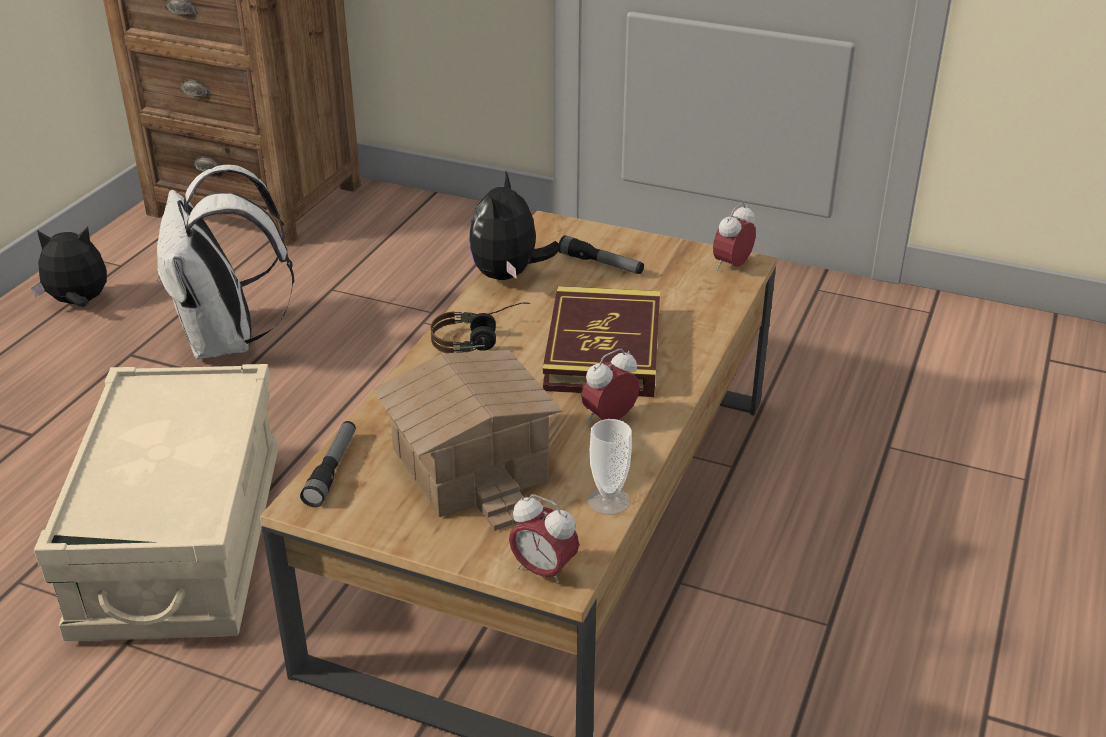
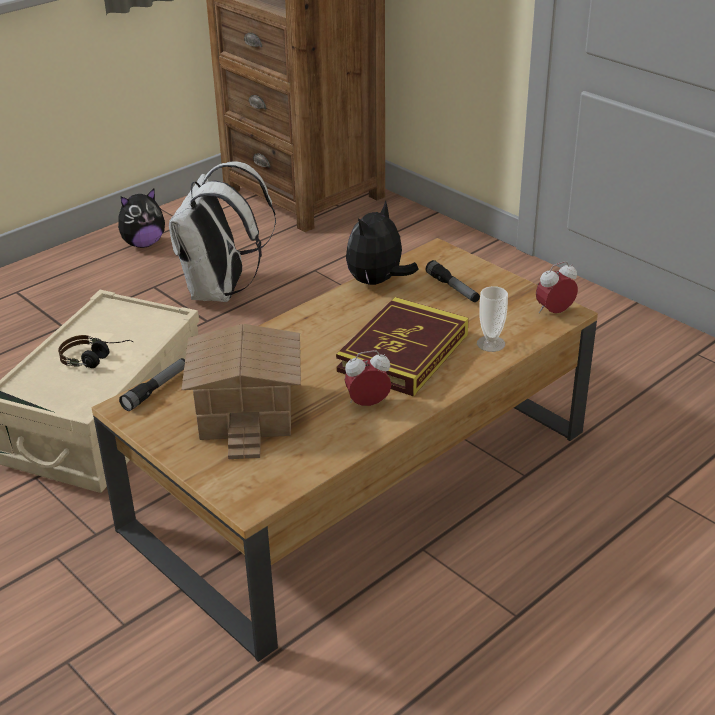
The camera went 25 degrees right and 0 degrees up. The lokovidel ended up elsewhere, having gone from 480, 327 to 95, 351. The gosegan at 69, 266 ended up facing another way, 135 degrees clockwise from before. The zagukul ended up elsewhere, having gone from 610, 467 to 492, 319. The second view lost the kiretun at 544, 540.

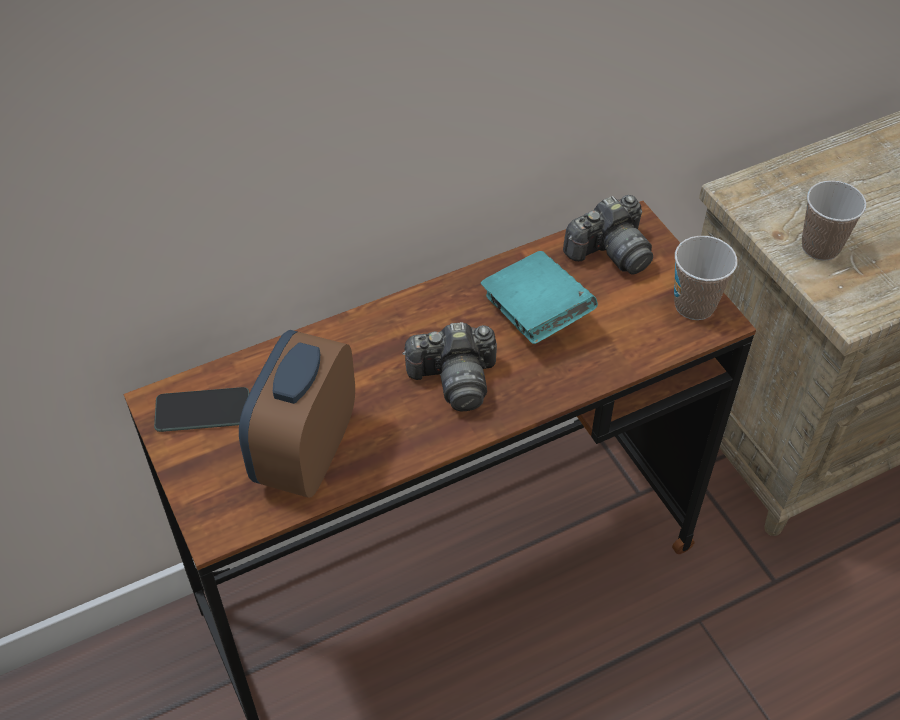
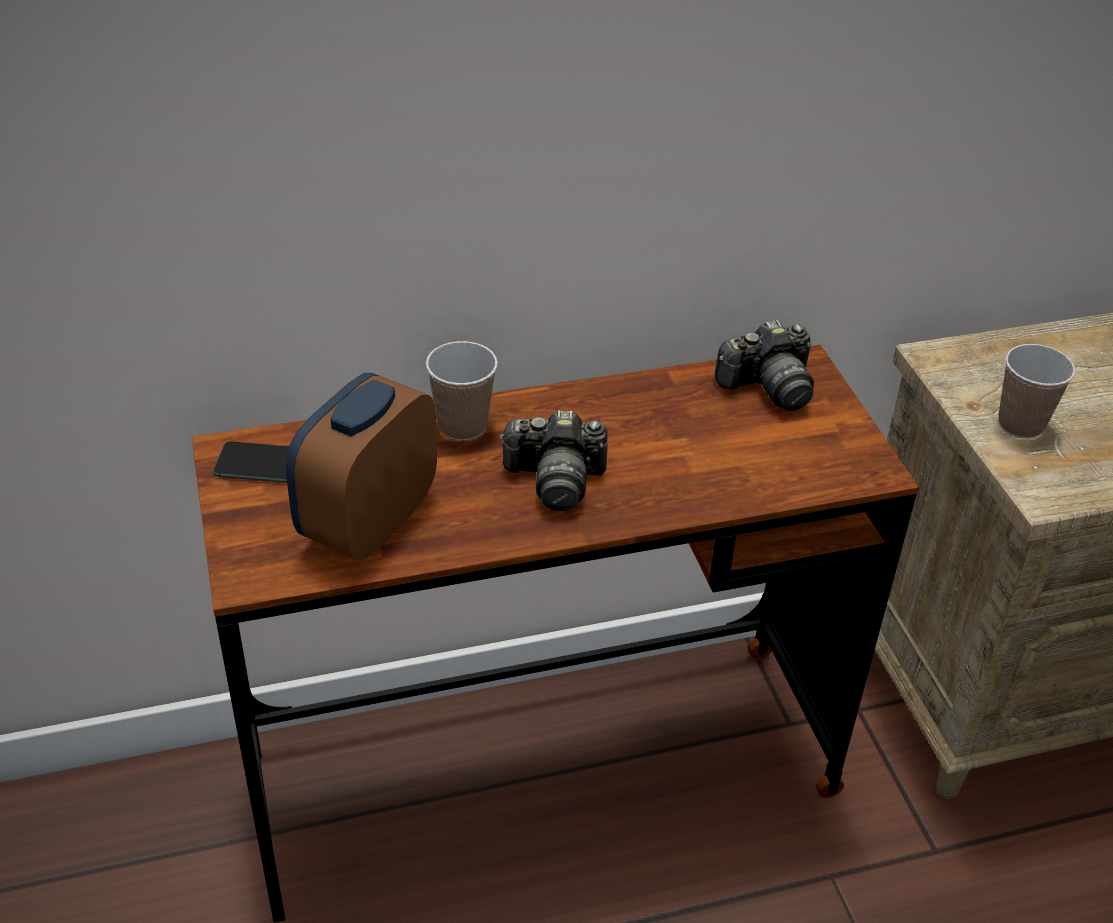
The camera went 10 degrees right and 10 degrees down. The zagukul ended up elsewhere, having gone from 706, 278 to 462, 391. The second view lost the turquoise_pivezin at 539, 297.

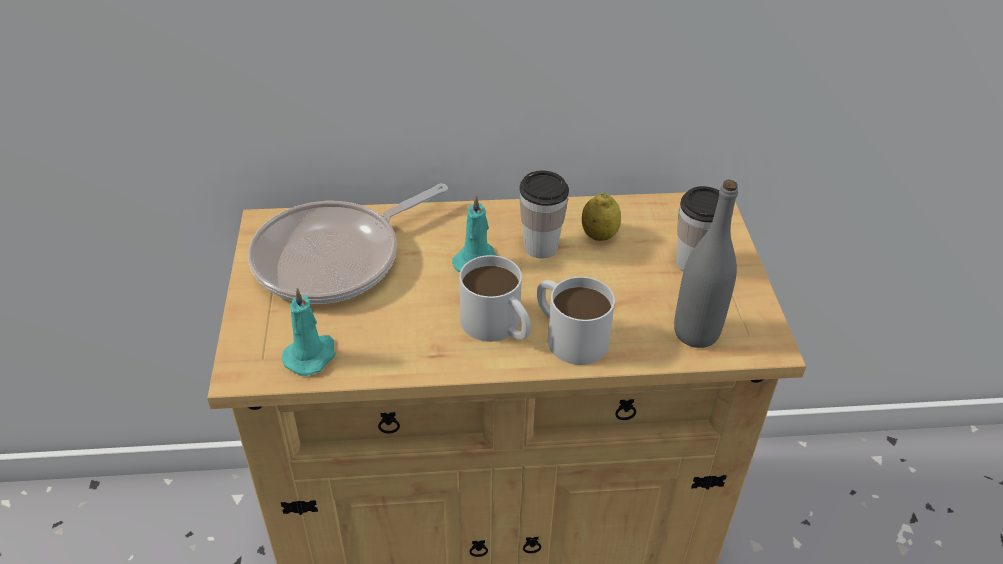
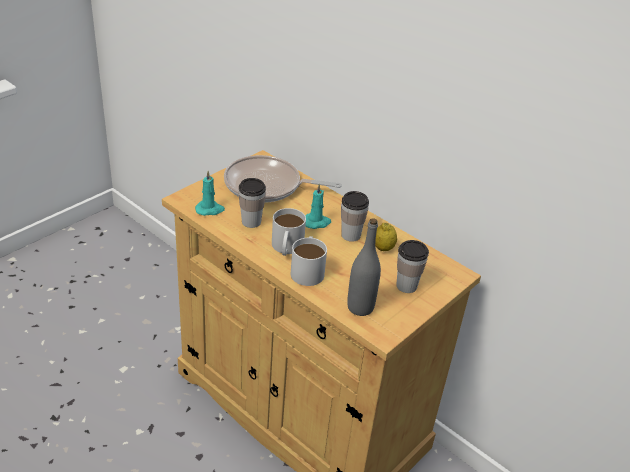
The camera went 45 degrees right and 5 degrees down. The second view gained the zagukul at 252, 203.

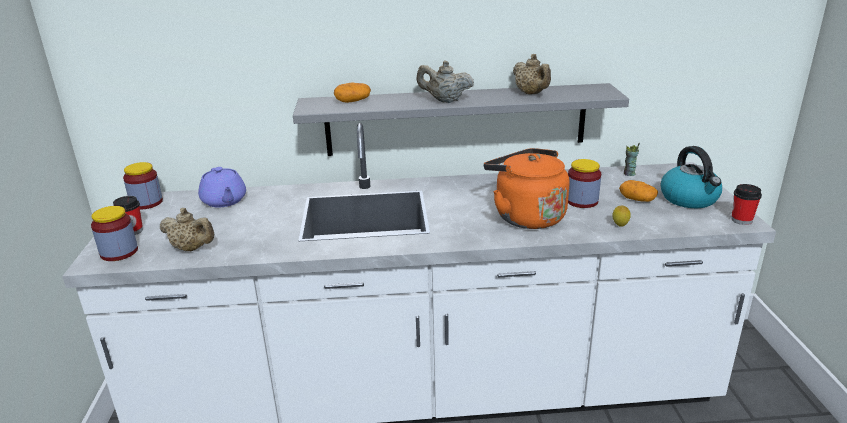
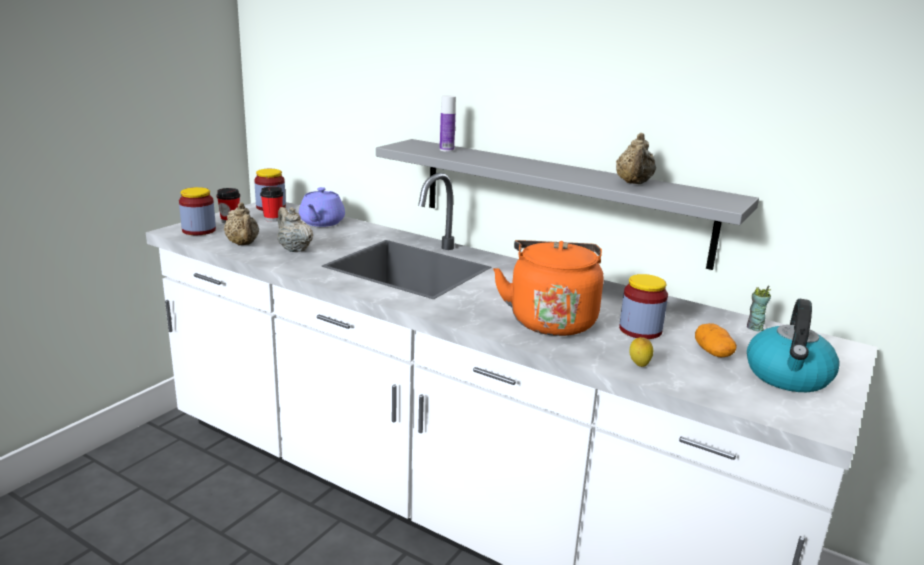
The camera went 35 degrees right and 5 degrees down. The zagukul ended up elsewhere, having gone from 747, 204 to 271, 204. The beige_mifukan ended up elsewhere, having gone from 445, 82 to 295, 229. Where the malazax stood at 352, 93, the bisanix came to stand at 448, 123.

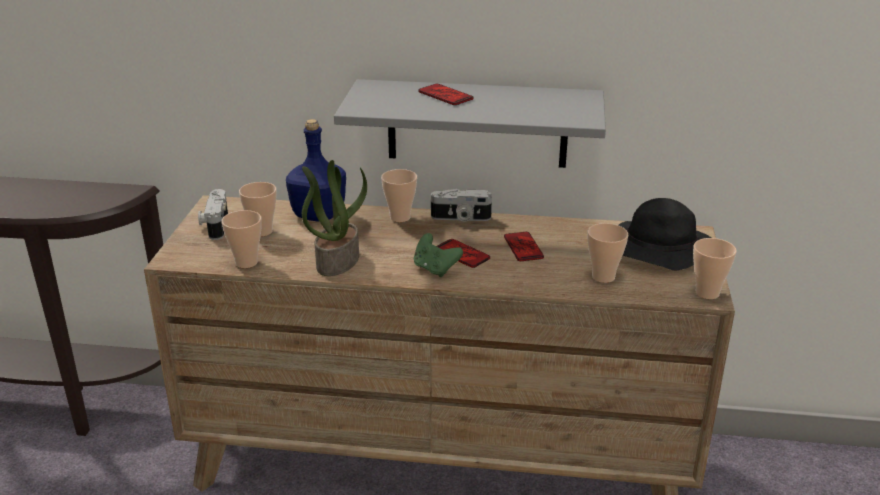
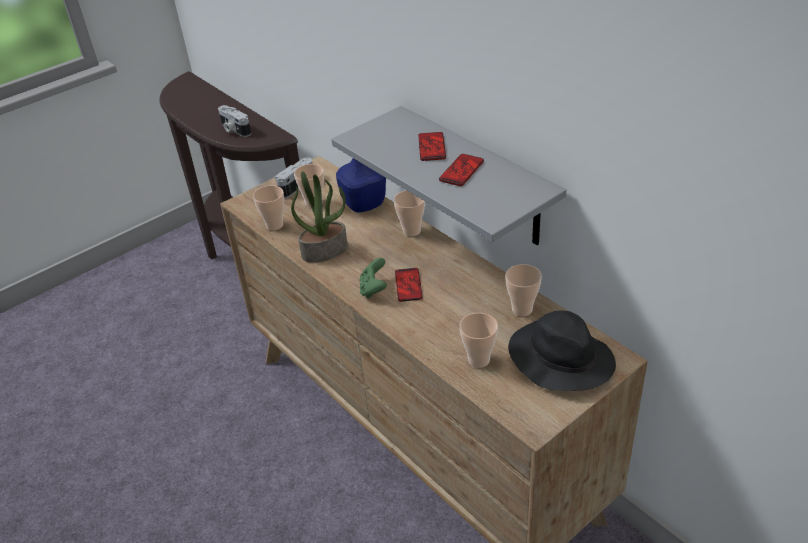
The camera went 45 degrees right and 10 degrees up. The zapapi ended up elsewhere, having gone from 461, 205 to 234, 121. The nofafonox ended up elsewhere, having gone from 524, 246 to 461, 170. The zagukul ended up elsewhere, having gone from 715, 268 to 523, 290.

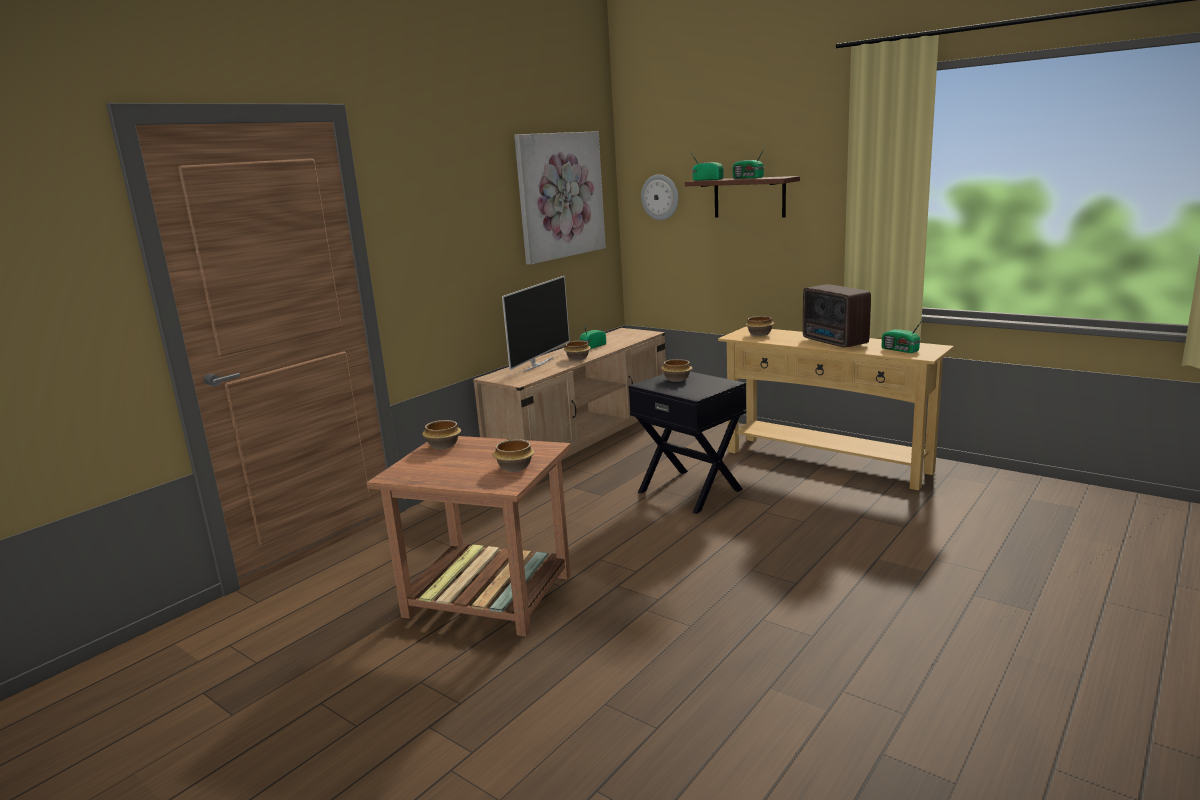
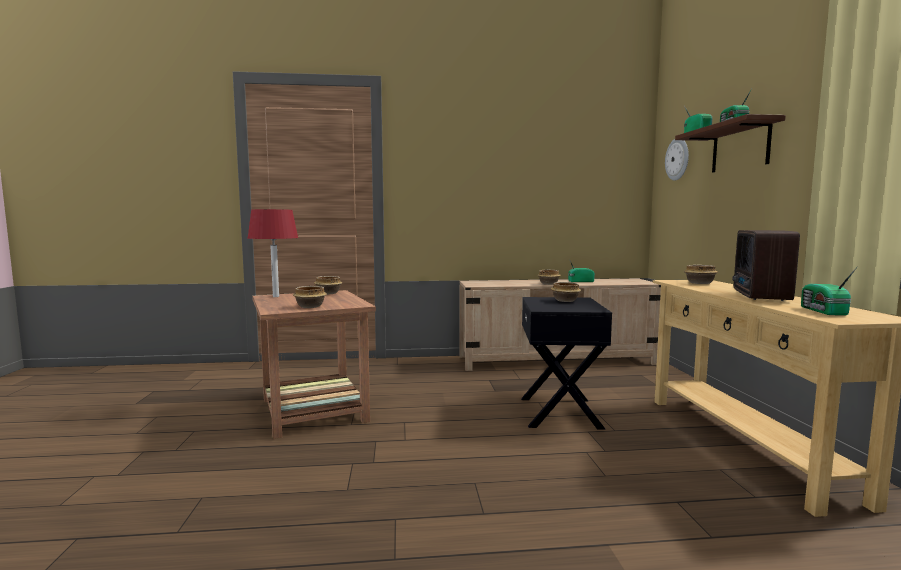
The camera went 45 degrees right and 10 degrees down. The second view gained the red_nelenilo at 273, 253. The second view lost the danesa at 536, 324. The second view lost the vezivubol at 560, 198.

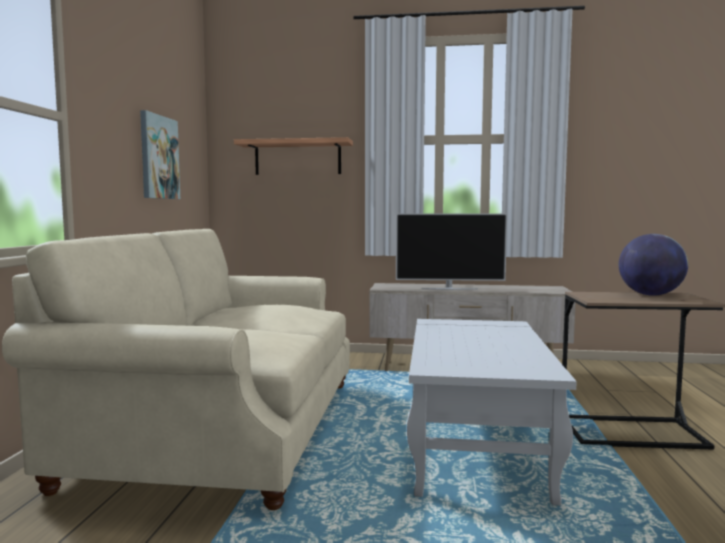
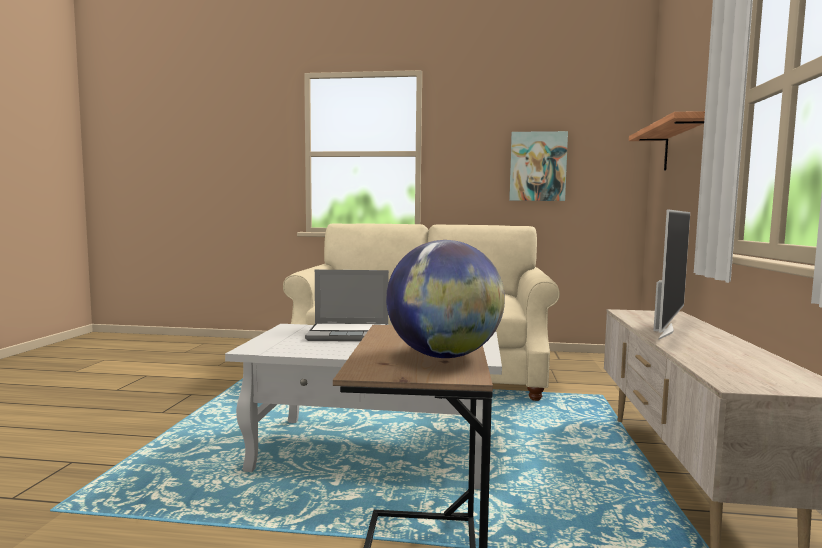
The camera went 90 degrees right and 0 degrees up. The second view gained the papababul at 347, 305. The danesa at 451, 252 ended up facing another way, 150 degrees counterclockwise from before.

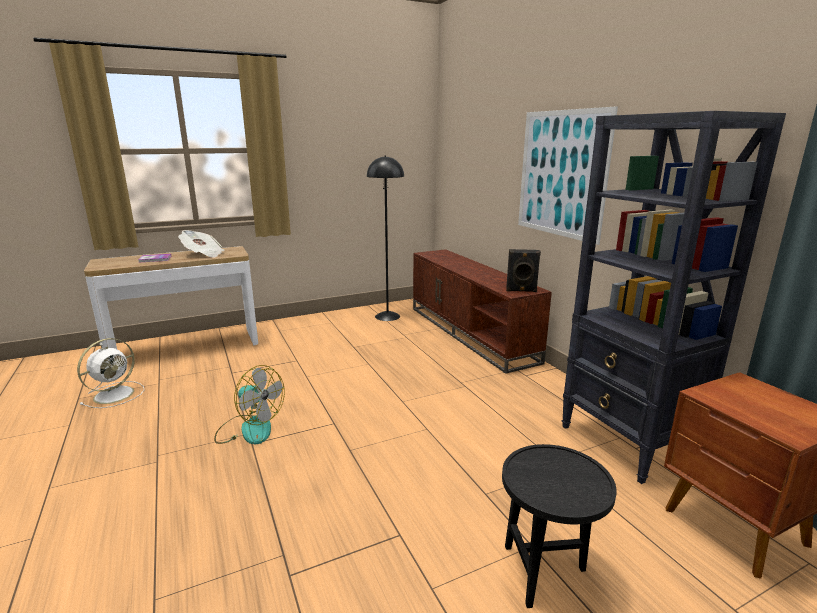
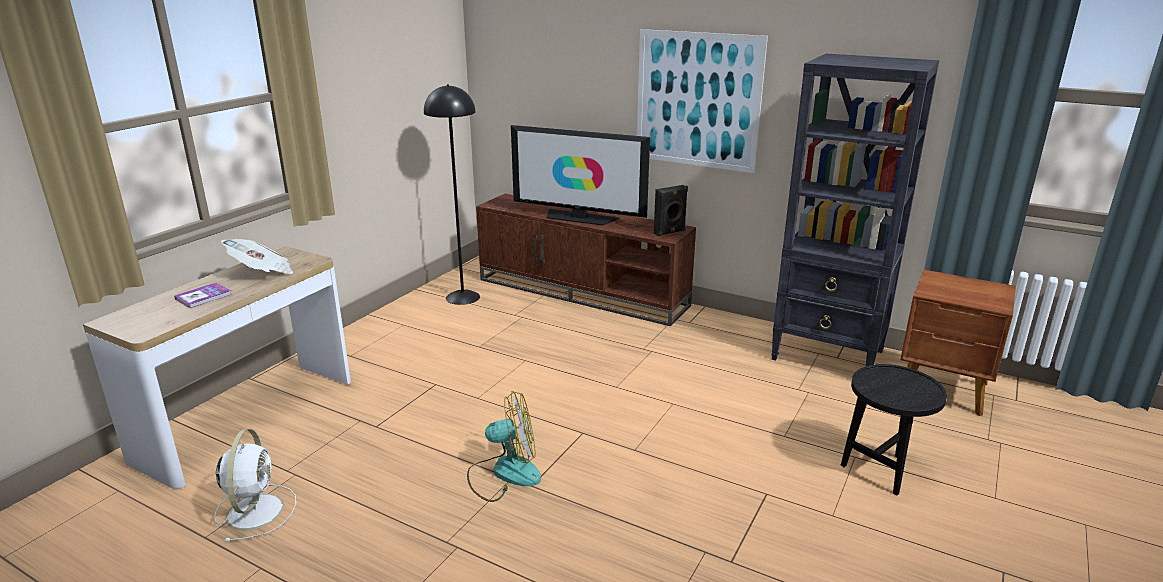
The camera went 35 degrees left and 5 degrees up. The second view gained the danesa at 580, 175.

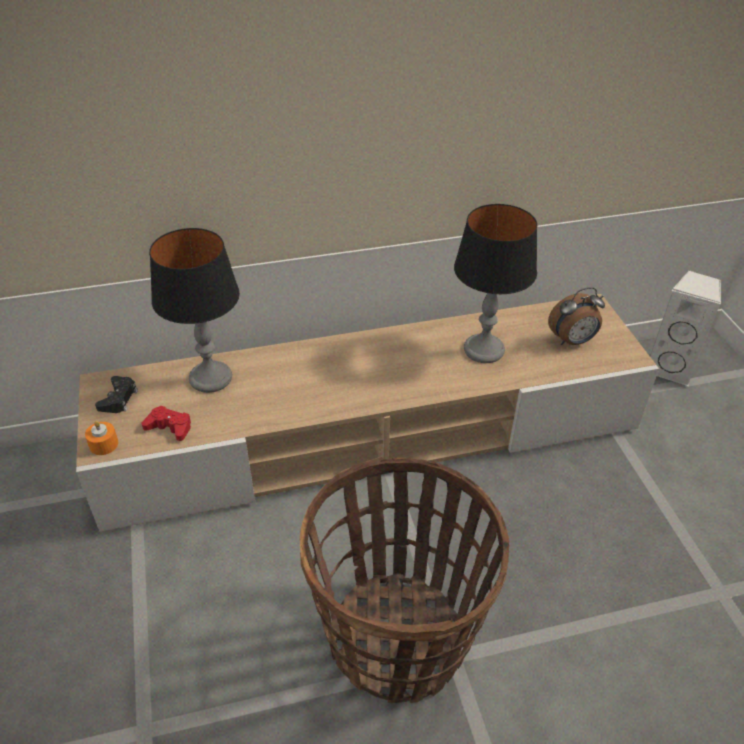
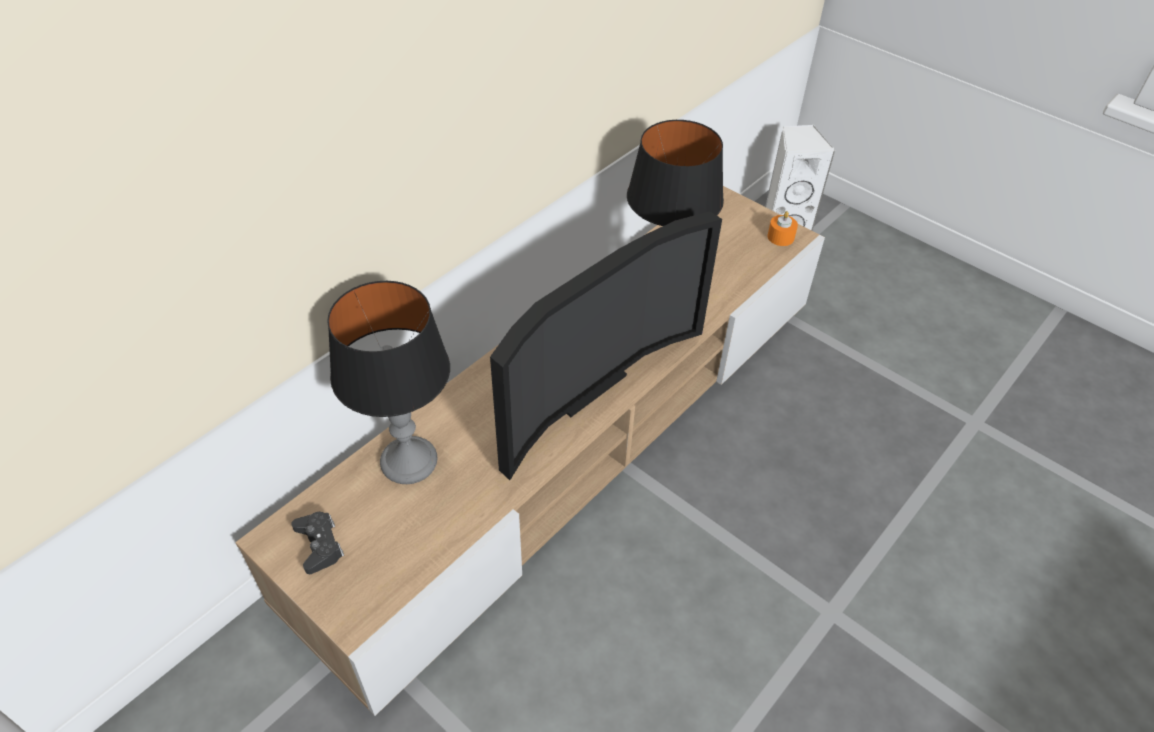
The camera went 35 degrees left and 5 degrees up. The second view gained the danesa at 606, 345. The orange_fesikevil ended up elsewhere, having gone from 101, 438 to 782, 228. The second view lost the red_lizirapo at 166, 423. The second view lost the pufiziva at 404, 579. The second view lost the kiretun at 576, 316.

